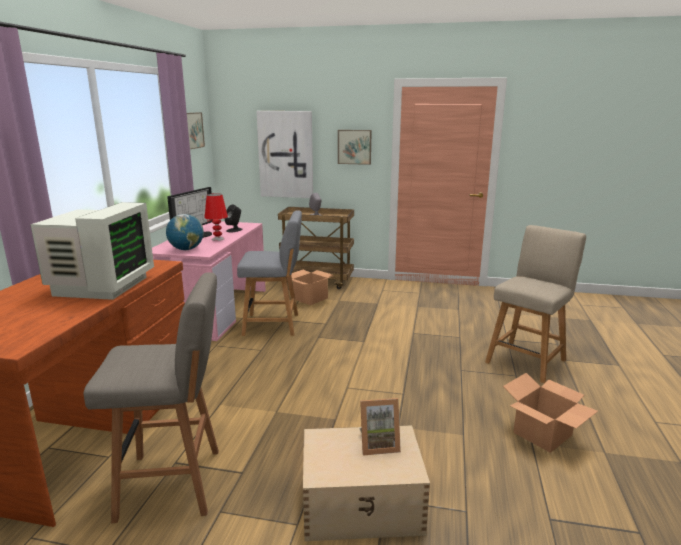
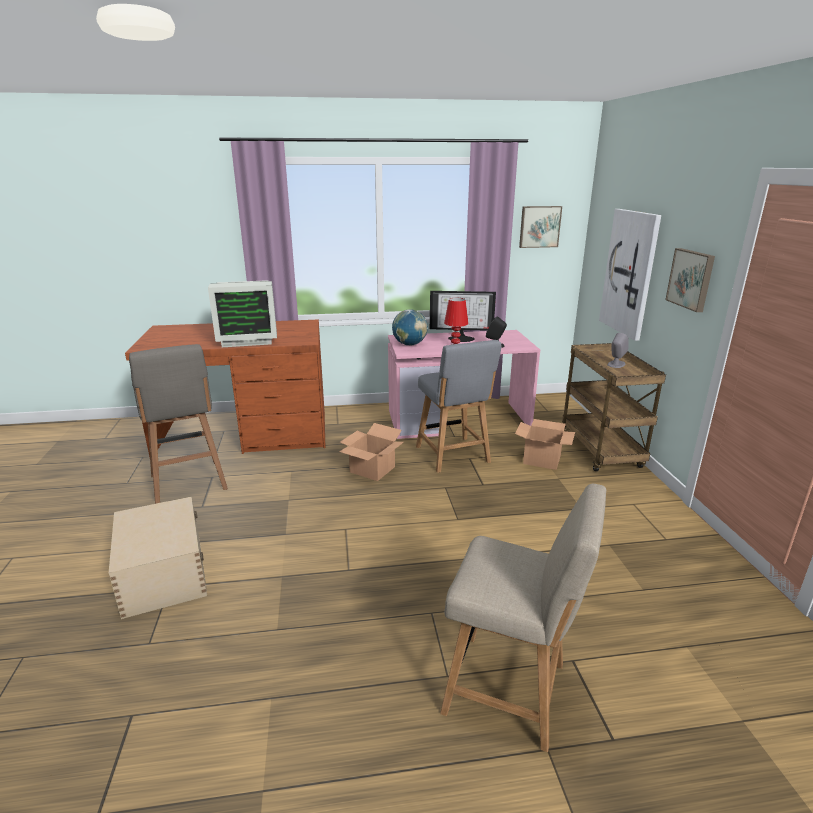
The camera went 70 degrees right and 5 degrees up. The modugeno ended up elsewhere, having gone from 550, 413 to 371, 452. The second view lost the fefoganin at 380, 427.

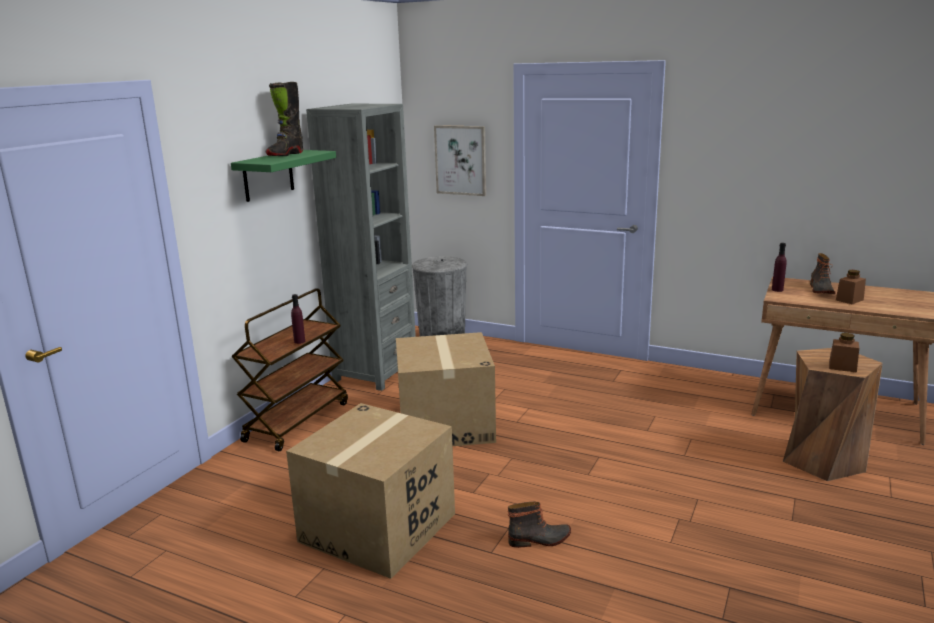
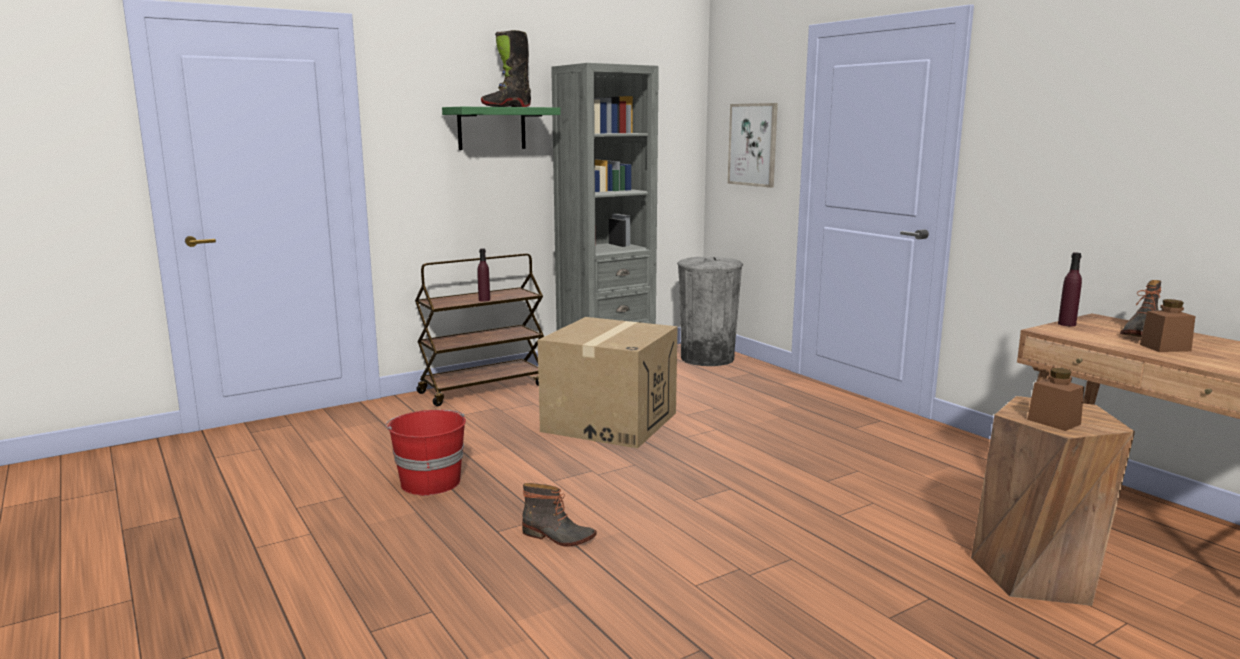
The camera went 30 degrees right and 5 degrees down. Where the modugeno stood at 370, 491, the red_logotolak came to stand at 426, 453.

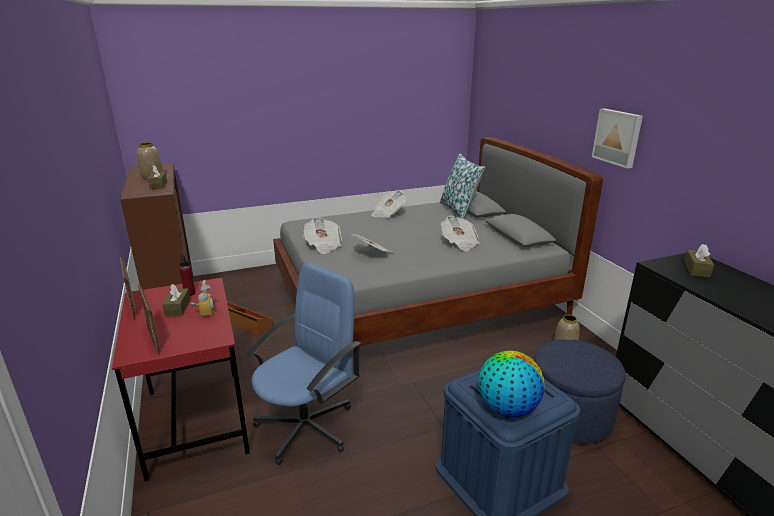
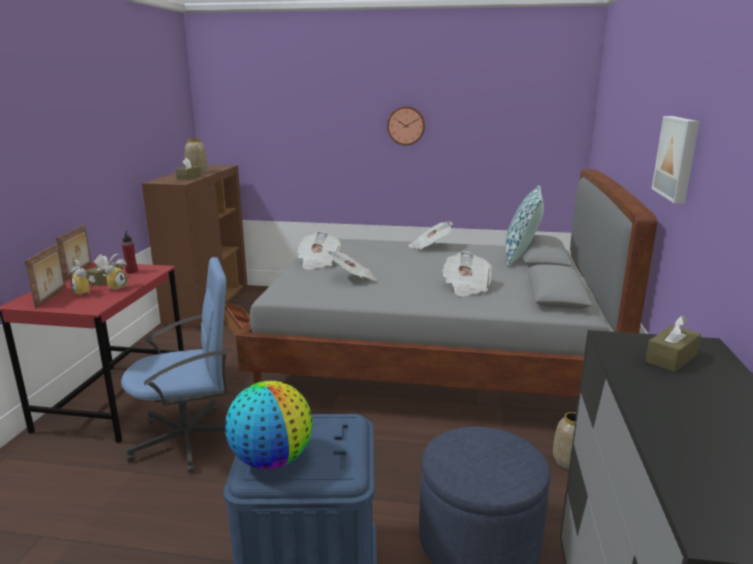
The camera went 30 degrees right and 5 degrees down. The second view gained the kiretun at 83, 278. The second view gained the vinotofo at 406, 126.

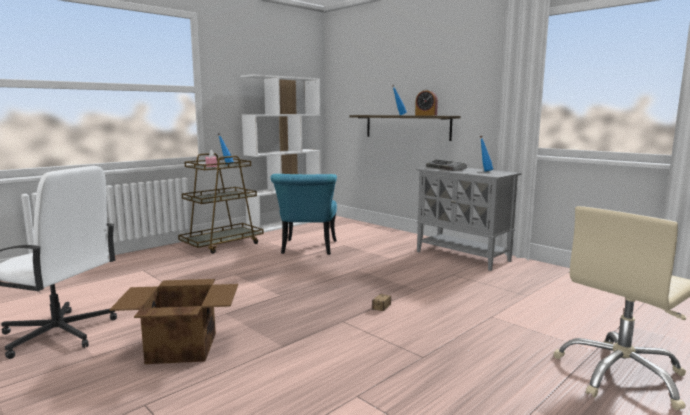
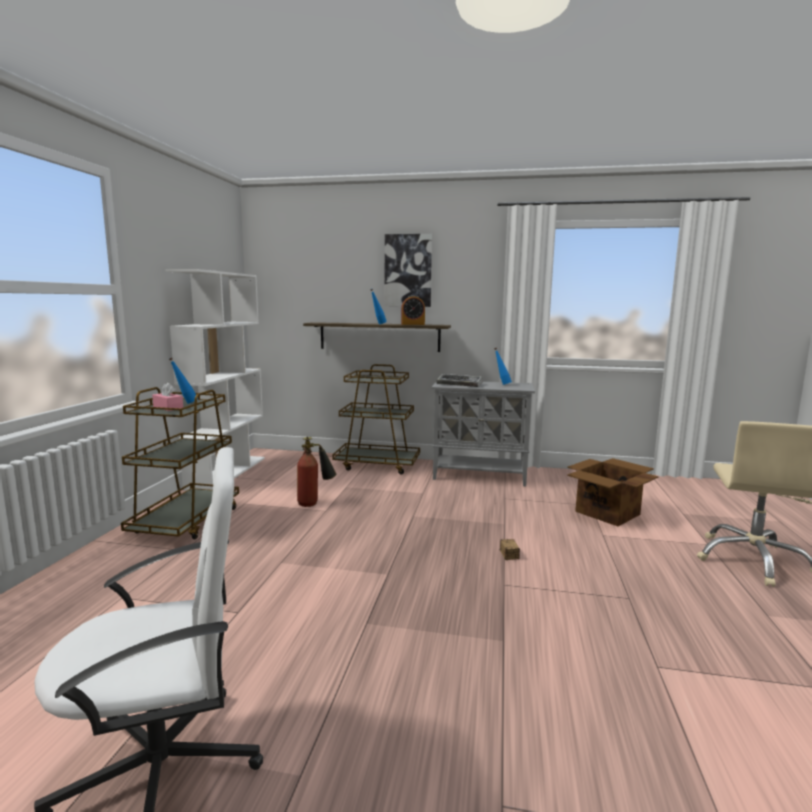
The camera went 35 degrees left and 0 degrees up. Where the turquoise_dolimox stood at 303, 214, the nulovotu came to stand at 316, 472. The second view gained the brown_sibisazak at 376, 419. The second view gained the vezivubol at 408, 270. The modugeno ended up elsewhere, having gone from 173, 321 to 613, 492.

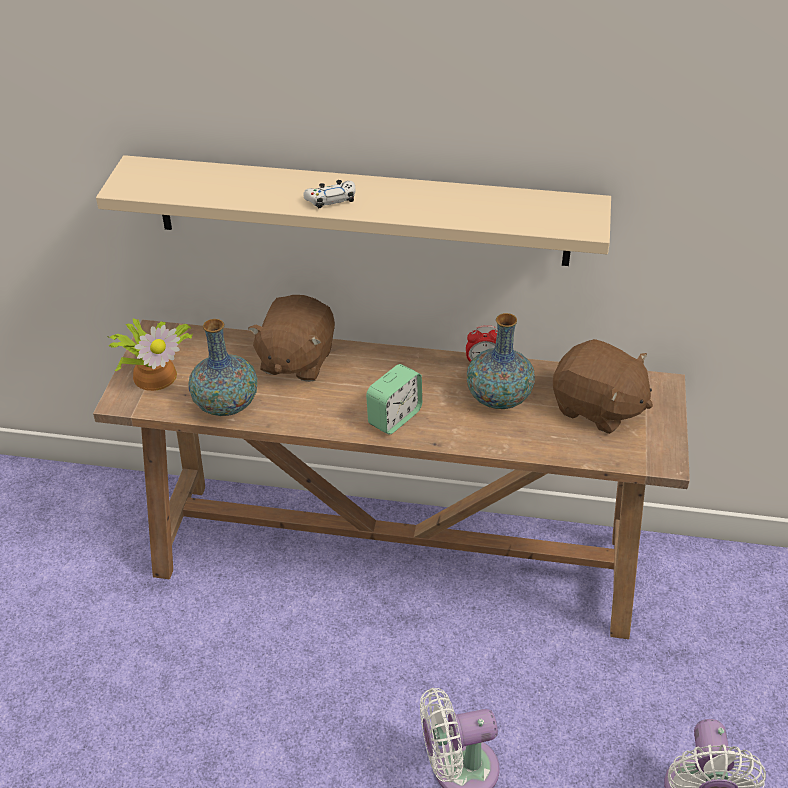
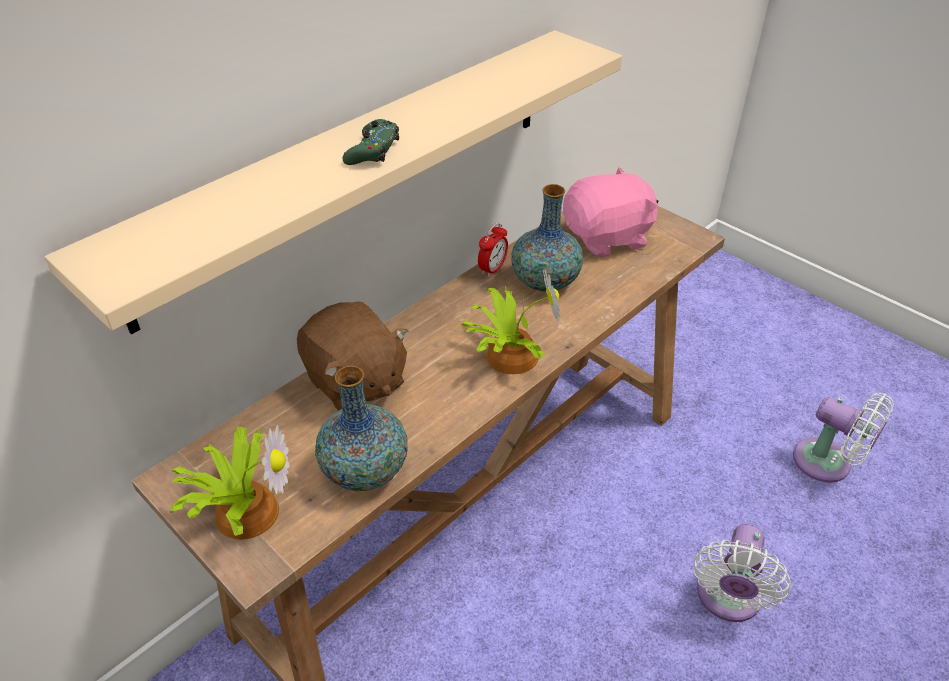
The camera went 55 degrees left and 0 degrees up. What was the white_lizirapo at 329, 194 turned into the green_lizirapo at 371, 142. Where the kiretun stood at 394, 399, the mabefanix came to stand at 511, 321. What was the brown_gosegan at 603, 386 turned into the pink_gosegan at 610, 212.

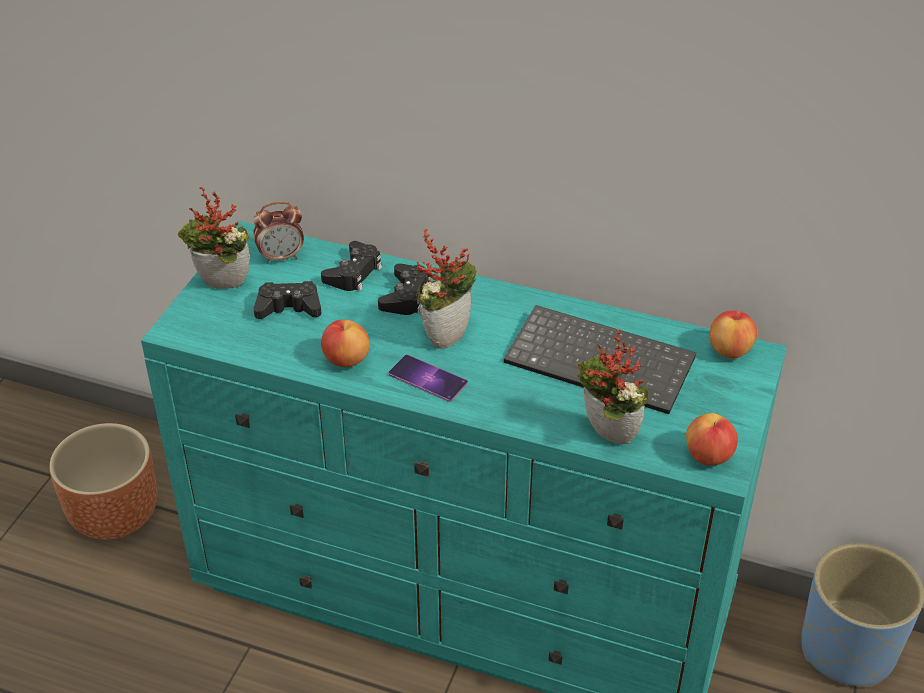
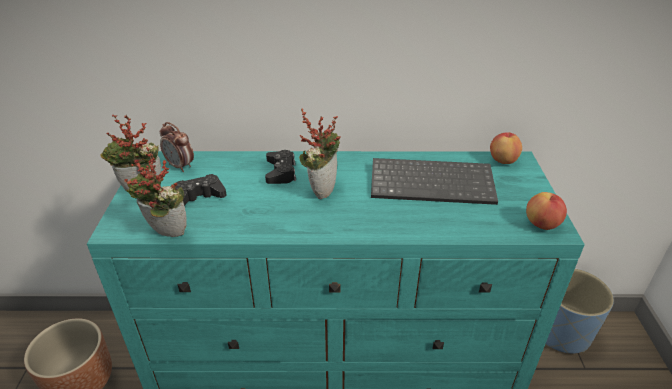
The camera went 20 degrees left and 5 degrees down. The mabefanix ended up elsewhere, having gone from 613, 386 to 155, 192. The kiretun at 278, 233 ended up facing another way, 75 degrees clockwise from before. The second view lost the black_lizirapo at 351, 266. The second view lost the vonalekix at 345, 343. The second view lost the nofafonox at 428, 378.

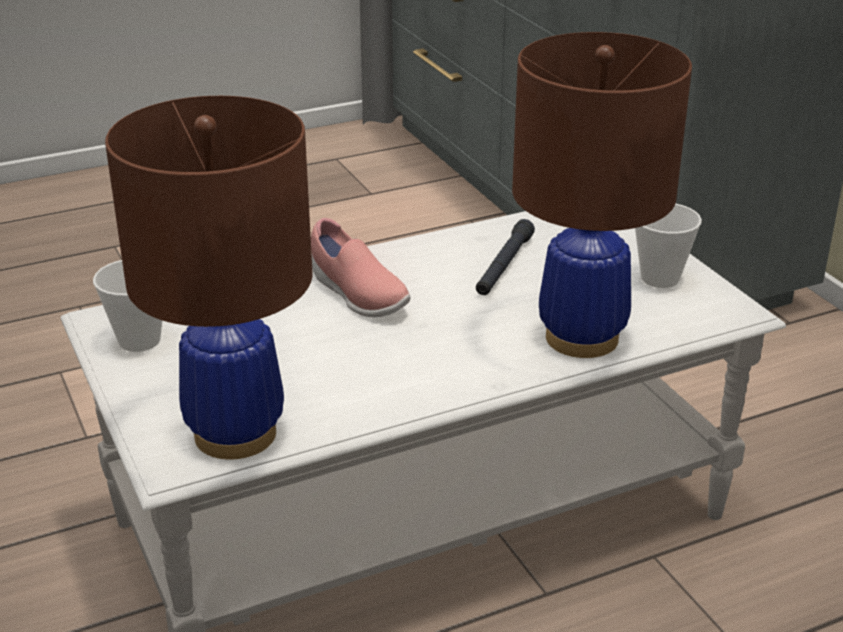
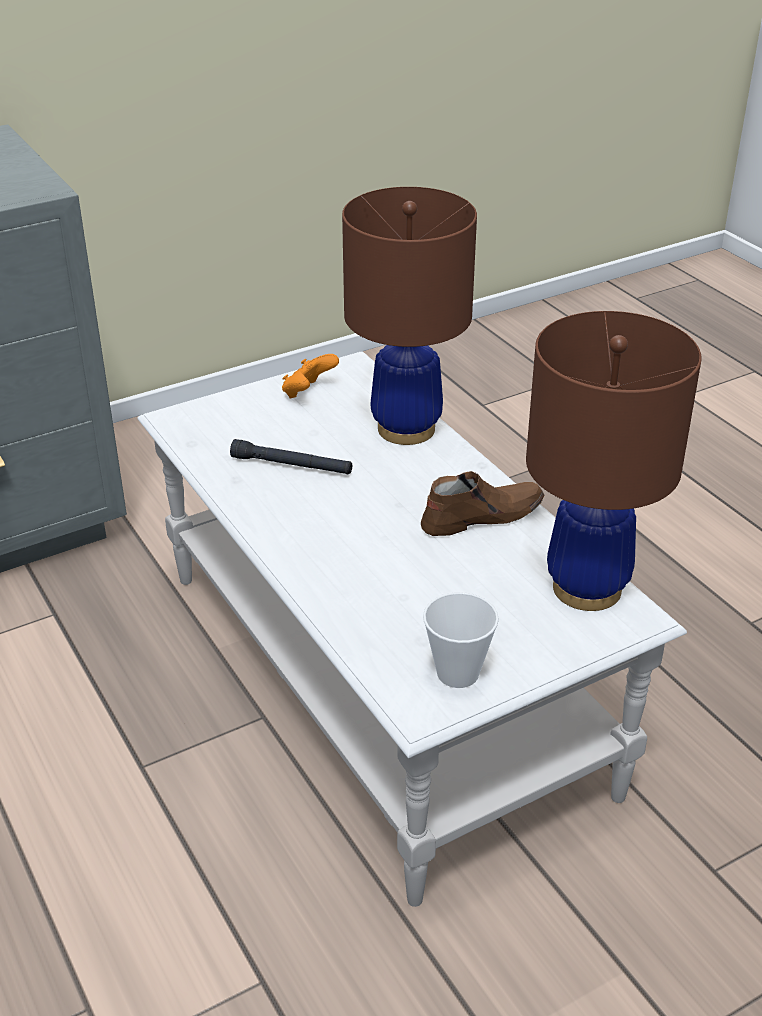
The camera went 95 degrees left and 5 degrees up. Where the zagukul stood at 668, 246, the orange_lizirapo came to stand at 310, 376. The second view gained the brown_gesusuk at 482, 503. The second view lost the pink_gesusuk at 360, 267.

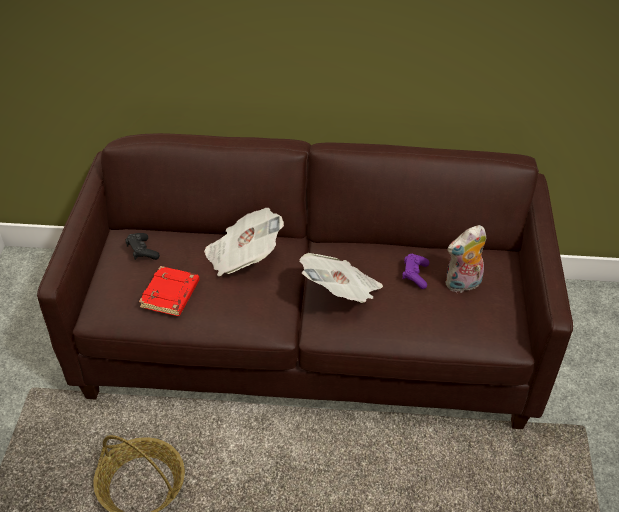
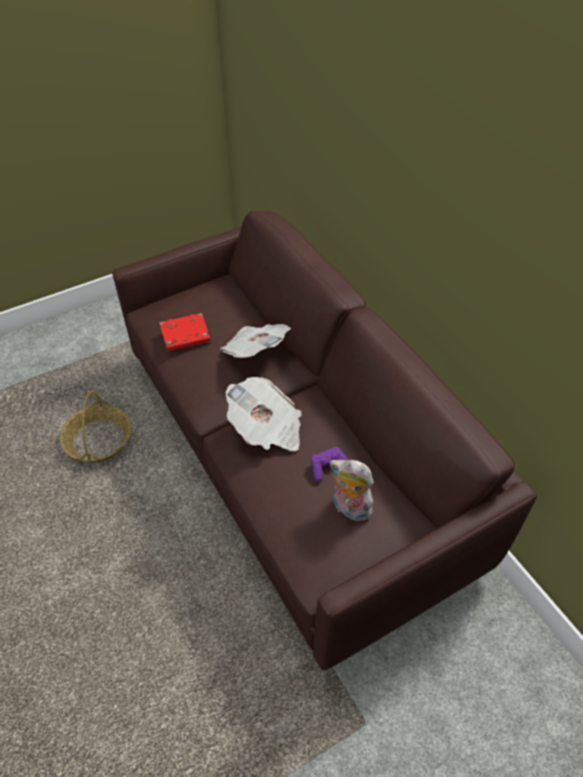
The camera went 55 degrees right and 5 degrees up. The second view lost the black_lizirapo at 142, 246.

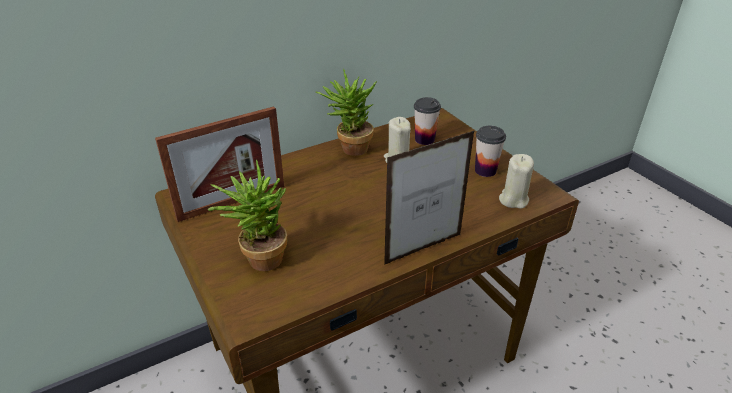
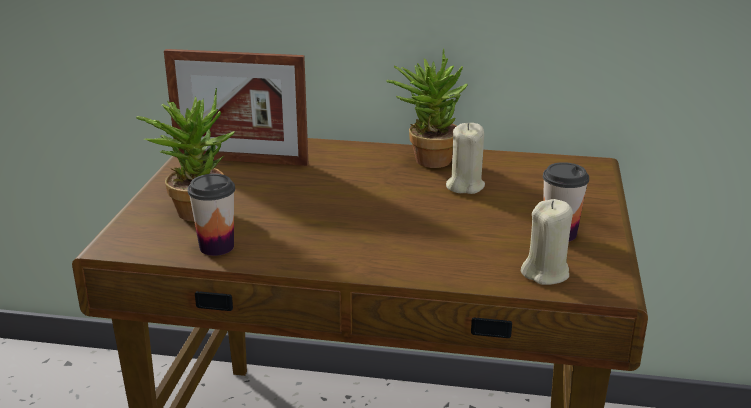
The camera went 40 degrees right and 10 degrees down. The zagukul ended up elsewhere, having gone from 427, 121 to 211, 215. The second view lost the fefoganin at 429, 197.

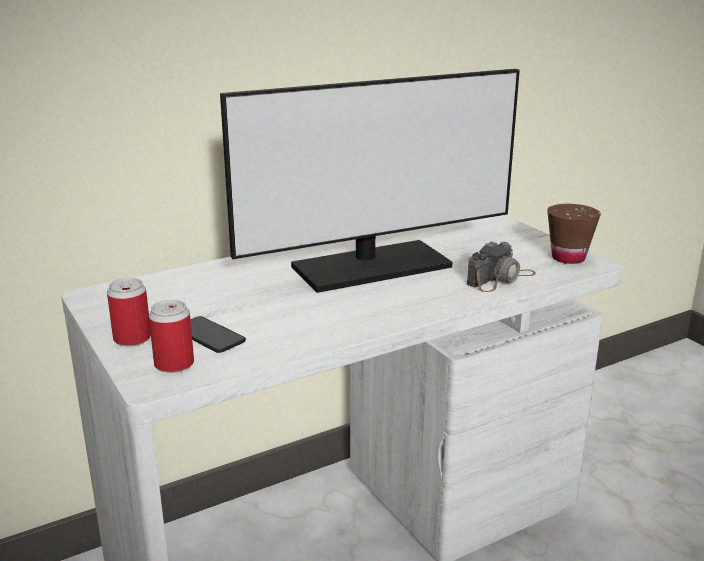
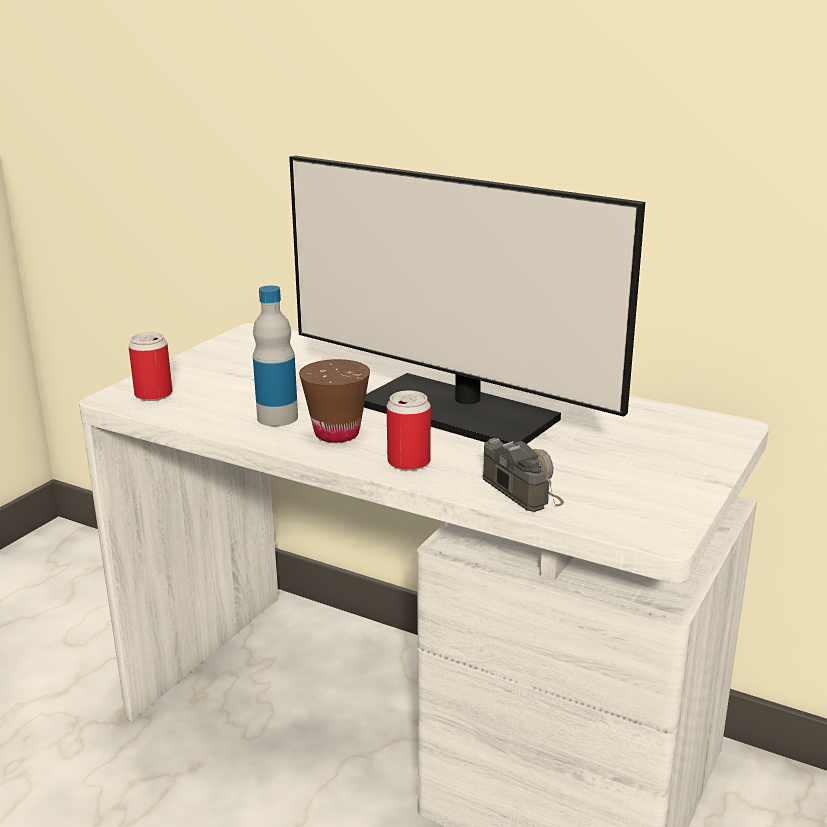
The camera went 60 degrees right and 0 degrees up. The second view gained the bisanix at 275, 355. The brown_zagukul ended up elsewhere, having gone from 574, 234 to 334, 401. The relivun ended up elsewhere, having gone from 129, 312 to 409, 430. The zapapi at 501, 266 ended up facing another way, 135 degrees counterclockwise from before. The second view lost the nofafonox at 218, 334.

